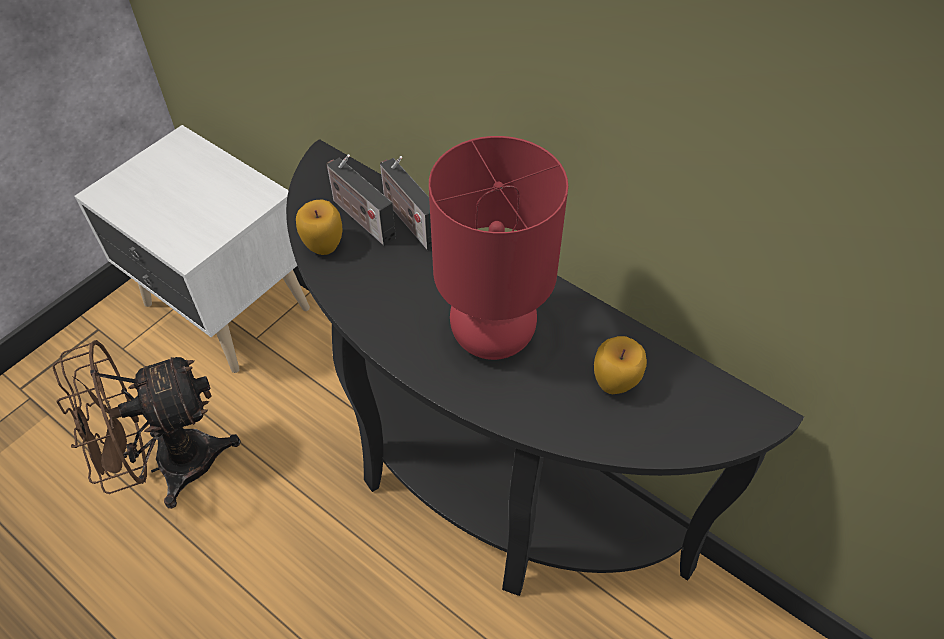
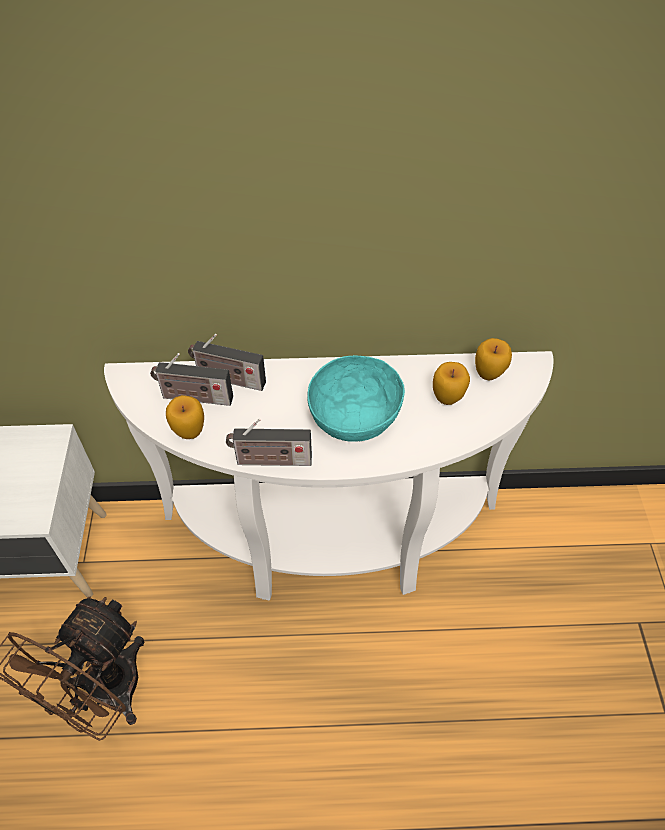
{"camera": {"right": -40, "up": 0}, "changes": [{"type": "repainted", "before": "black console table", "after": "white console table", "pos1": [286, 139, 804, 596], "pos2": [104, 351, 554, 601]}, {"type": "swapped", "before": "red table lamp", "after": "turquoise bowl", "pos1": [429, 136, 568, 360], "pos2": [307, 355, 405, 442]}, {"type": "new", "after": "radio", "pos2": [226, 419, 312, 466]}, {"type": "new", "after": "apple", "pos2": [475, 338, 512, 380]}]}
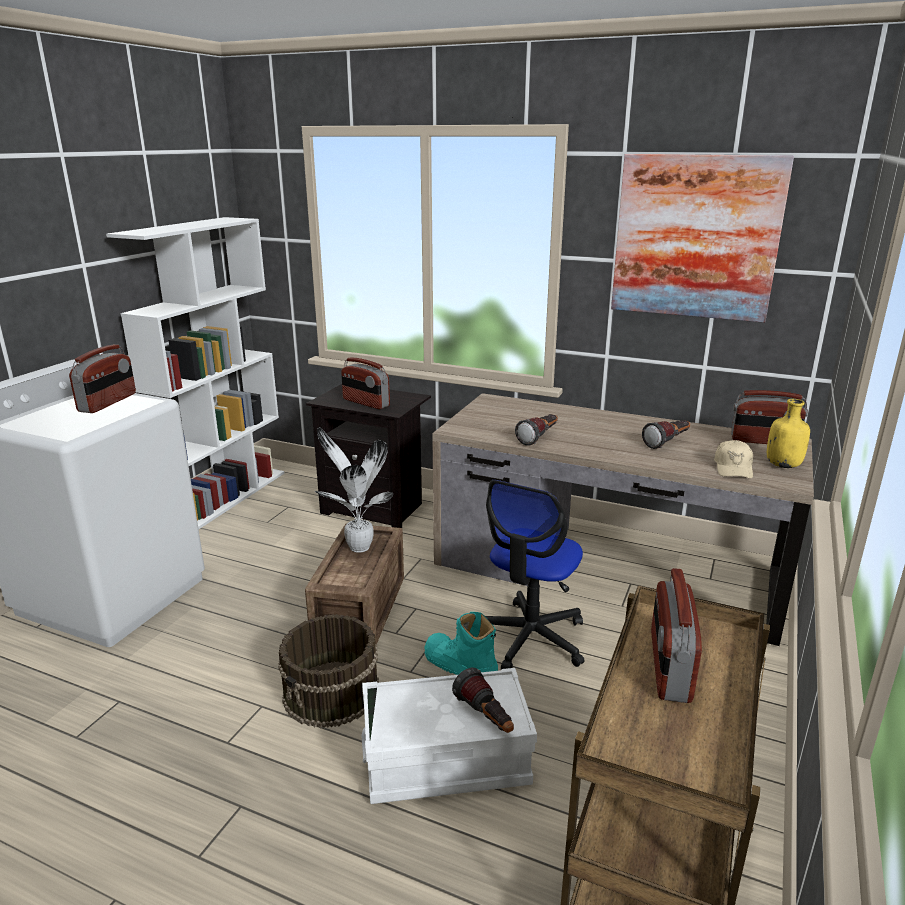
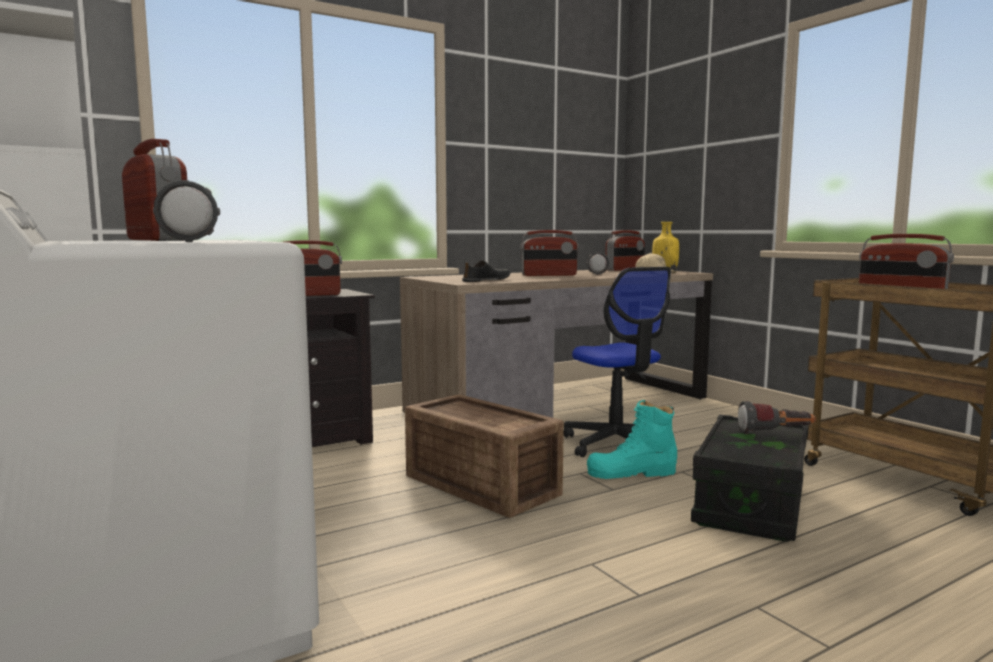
{"camera": {"right": -55, "up": -15}, "changes": [{"type": "gone", "before": "brown bucket", "pos1": [278, 614, 379, 728]}, {"type": "gone", "before": "potted plant", "pos1": [315, 427, 393, 553]}, {"type": "repainted", "before": "white storage box", "after": "black storage box", "pos1": [362, 668, 537, 804], "pos2": [691, 414, 809, 542]}, {"type": "shifted", "before": "flashlight", "pos1": [515, 414, 558, 446], "pos2": [153, 180, 220, 242]}, {"type": "gone", "before": "picture", "pos1": [611, 154, 794, 323]}, {"type": "new", "after": "black shoe", "pos2": [462, 261, 511, 282]}, {"type": "new", "after": "radio", "pos2": [520, 230, 578, 276]}]}
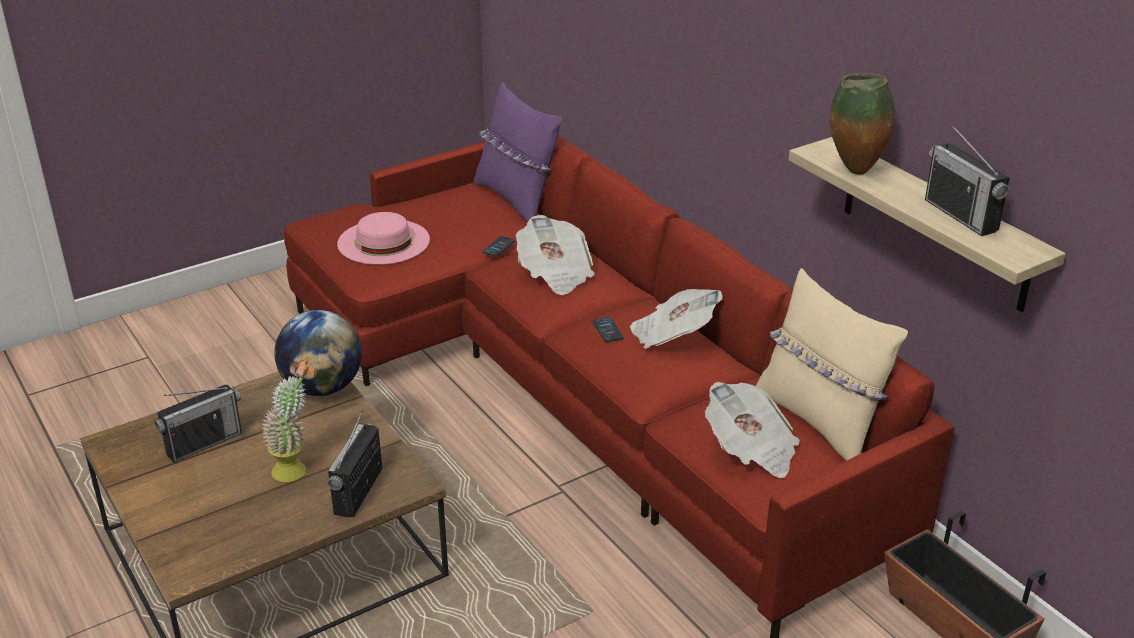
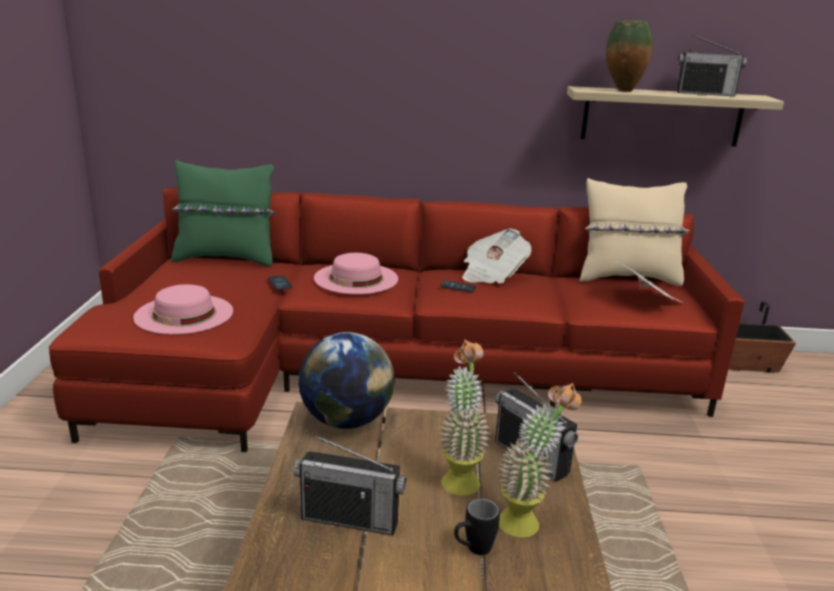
{"camera": {"right": -55, "up": -10}, "changes": [{"type": "rotated", "before": "radio", "pos1": [154, 385, 242, 463], "pos2": [294, 434, 406, 536], "turn": 105}, {"type": "repainted", "before": "purple pillow", "after": "green pillow", "pos1": [473, 82, 562, 223], "pos2": [171, 160, 275, 267]}, {"type": "swapped", "before": "newspaper", "after": "pink hat", "pos1": [516, 215, 595, 295], "pos2": [314, 253, 398, 294]}, {"type": "new", "after": "black mug", "pos2": [454, 499, 500, 555]}, {"type": "new", "after": "potted plant", "pos2": [498, 383, 582, 538]}]}
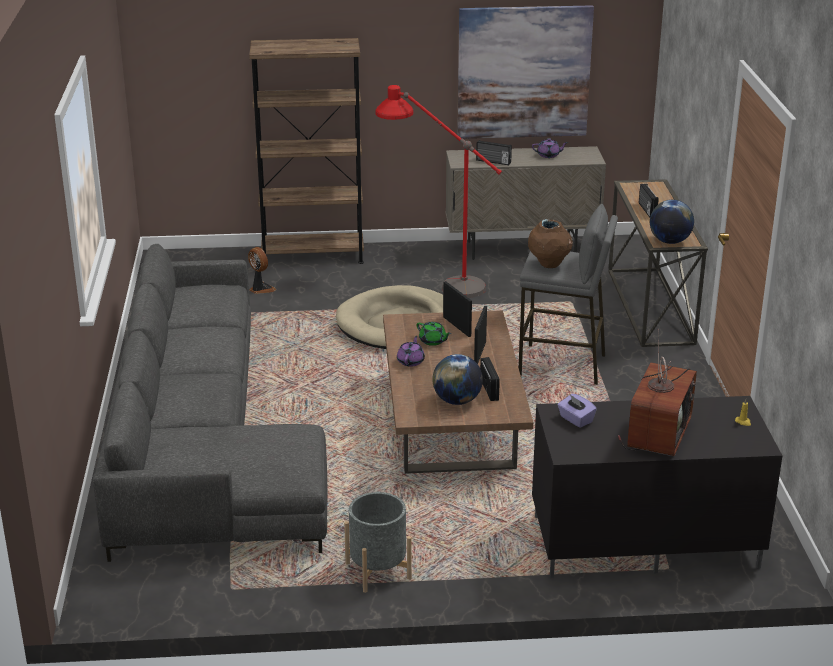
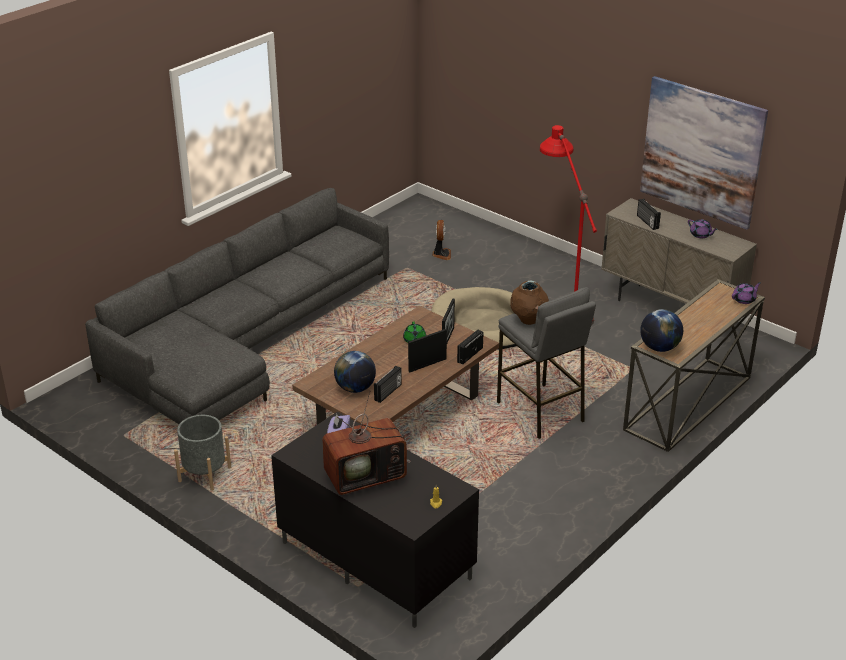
{"camera": {"right": 45, "up": 5}, "changes": [{"type": "gone", "before": "brown bookcase", "pos1": [249, 38, 364, 264]}, {"type": "shifted", "before": "purple teapot", "pos1": [397, 336, 425, 367], "pos2": [732, 282, 761, 304]}, {"type": "shifted", "before": "radio", "pos1": [639, 184, 659, 217], "pos2": [457, 330, 483, 364]}]}
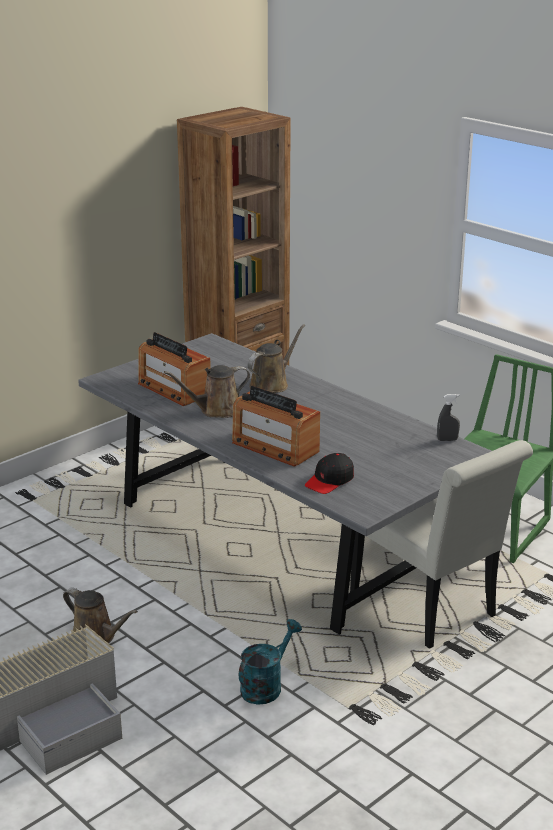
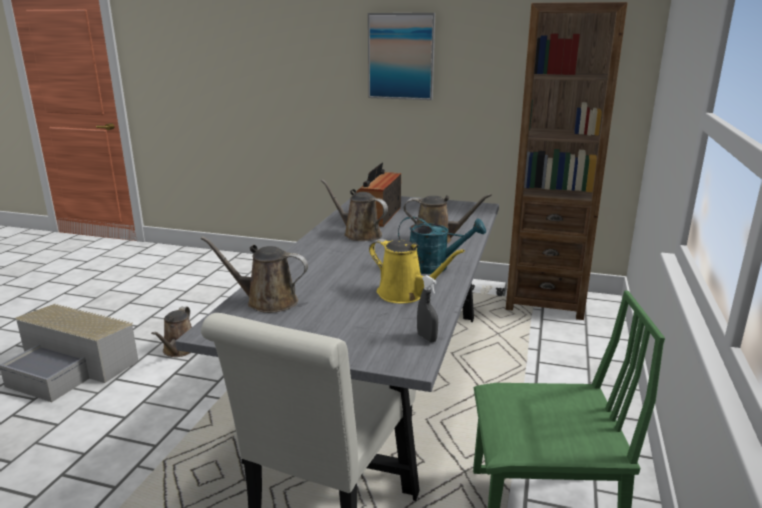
{"camera": {"right": 60, "up": -5}, "changes": [{"type": "gone", "before": "radio", "pos1": [232, 386, 320, 467]}, {"type": "shifted", "before": "turquoise watering can", "pos1": [239, 619, 302, 705], "pos2": [398, 216, 486, 274]}, {"type": "swapped", "before": "black cap", "after": "brown watering can", "pos1": [305, 453, 354, 494], "pos2": [200, 236, 308, 313]}, {"type": "new", "after": "picture", "pos2": [368, 13, 435, 100]}, {"type": "new", "after": "yellow watering can", "pos2": [369, 239, 465, 304]}]}
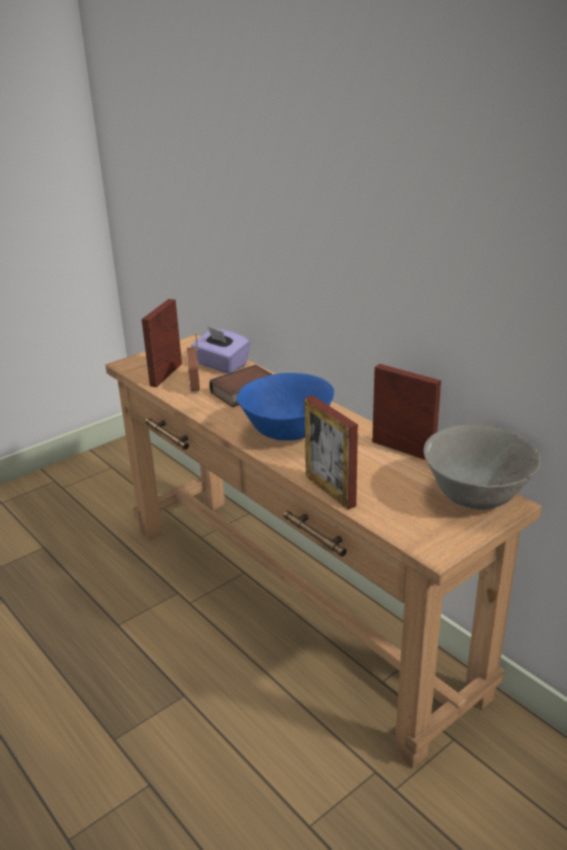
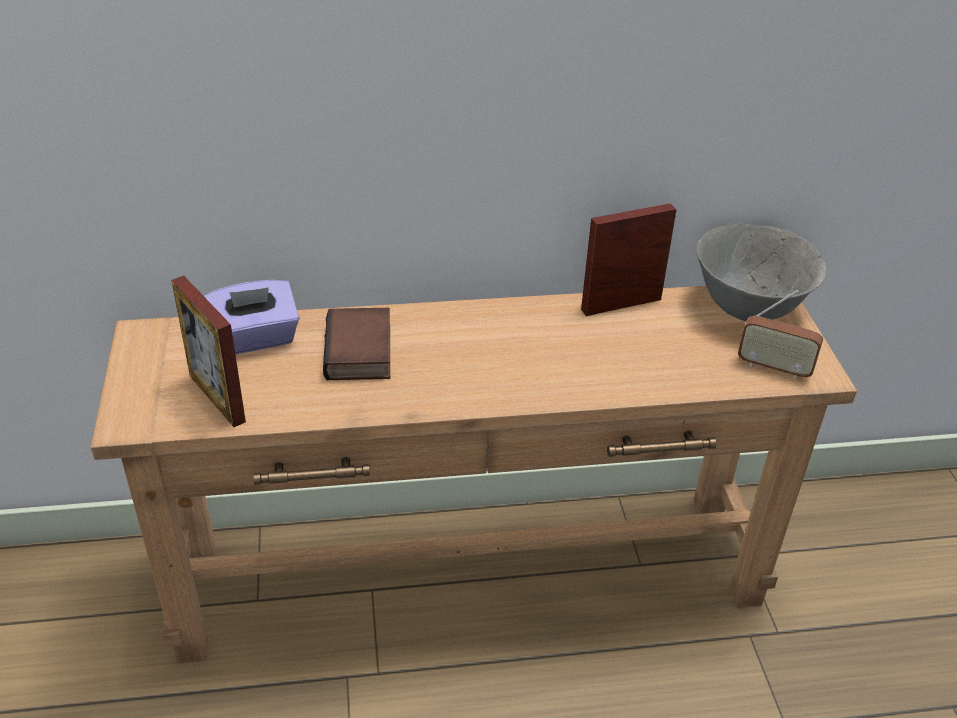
{"camera": {"right": -60, "up": 10}, "changes": [{"type": "shifted", "before": "radio", "pos1": [187, 332, 200, 392], "pos2": [738, 290, 823, 380]}, {"type": "gone", "before": "blue bowl", "pos1": [236, 373, 334, 441]}, {"type": "gone", "before": "picture frame", "pos1": [304, 395, 358, 510]}]}
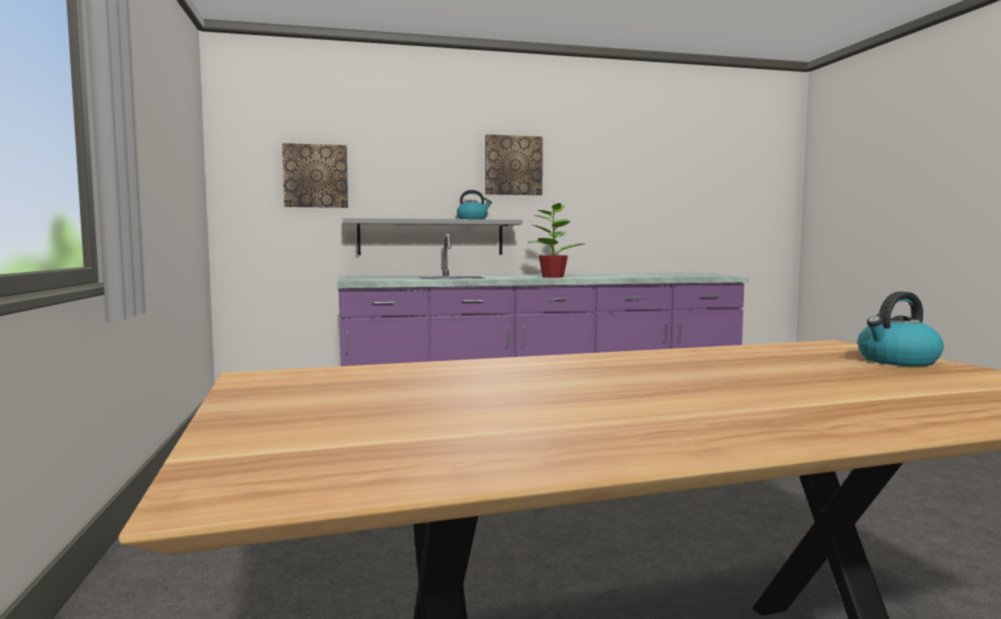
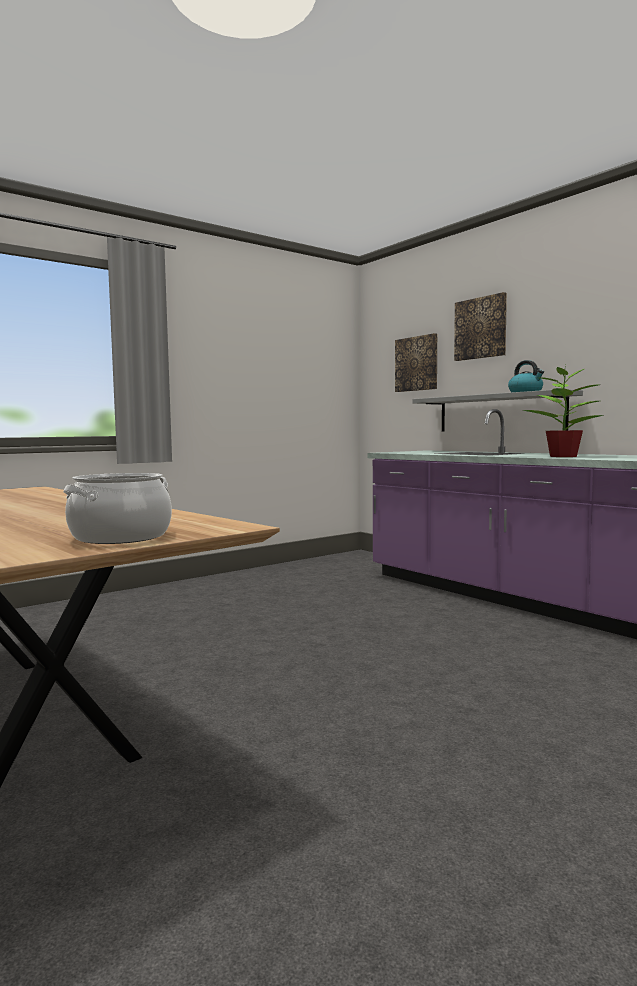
{"camera": {"right": 65, "up": 0}, "changes": [{"type": "shifted", "before": "picture", "pos1": [485, 135, 543, 195], "pos2": [454, 292, 507, 361]}, {"type": "swapped", "before": "kettle", "after": "cooking pot", "pos1": [858, 291, 944, 366], "pos2": [63, 473, 172, 544]}]}
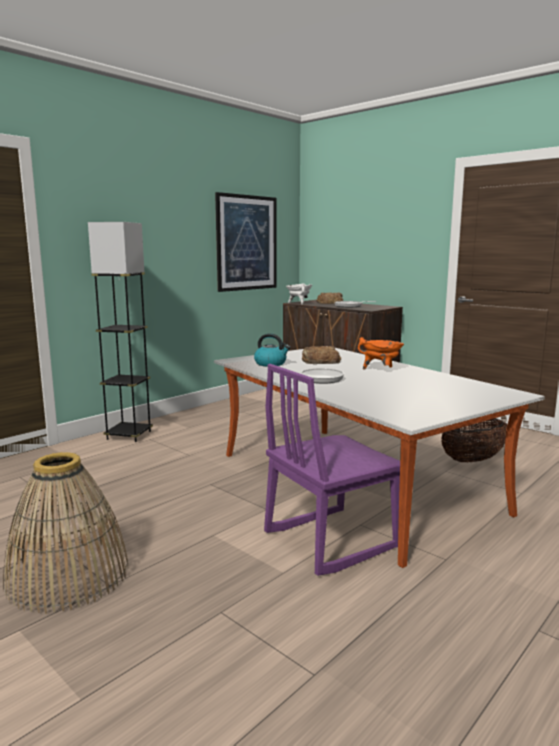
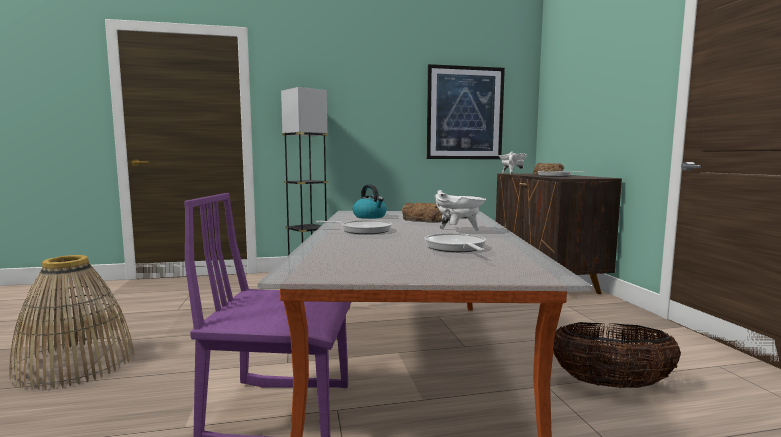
{"camera": {"right": 35, "up": -5}, "changes": [{"type": "repainted", "before": "orange cooking pot", "after": "white cooking pot", "pos1": [358, 337, 404, 369], "pos2": [434, 190, 486, 231]}, {"type": "new", "after": "frying pan", "pos2": [425, 233, 486, 252]}]}
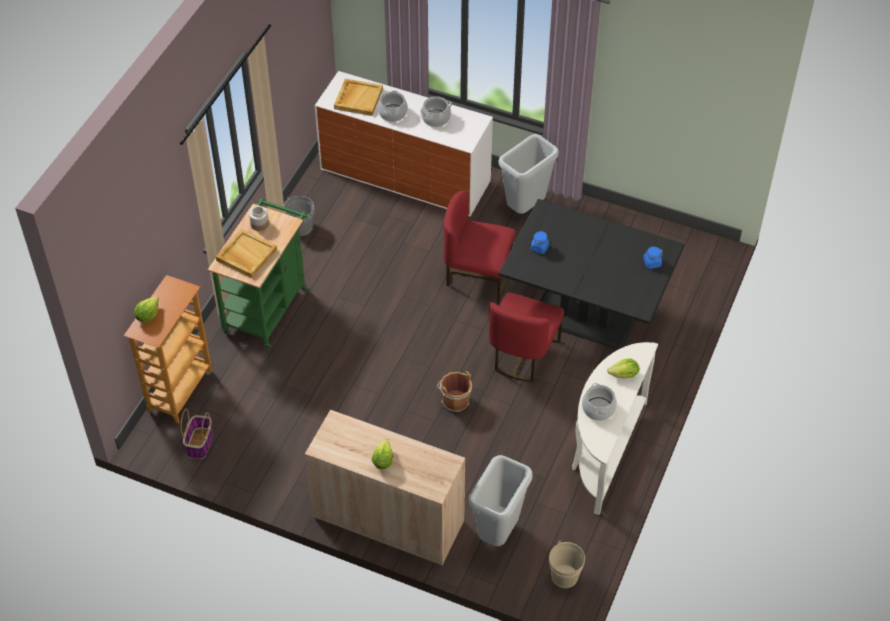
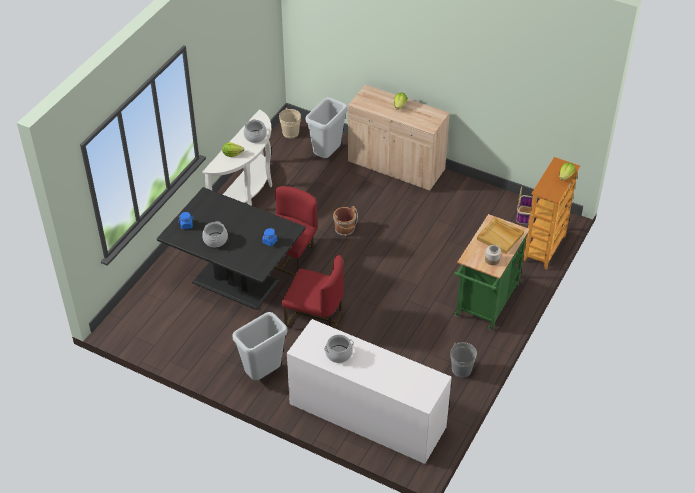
{"camera": {"right": -175, "up": -5}, "changes": [{"type": "gone", "before": "beige tray", "pos1": [334, 79, 383, 116]}, {"type": "shifted", "before": "cooking pot", "pos1": [378, 90, 408, 122], "pos2": [202, 221, 228, 247]}]}
